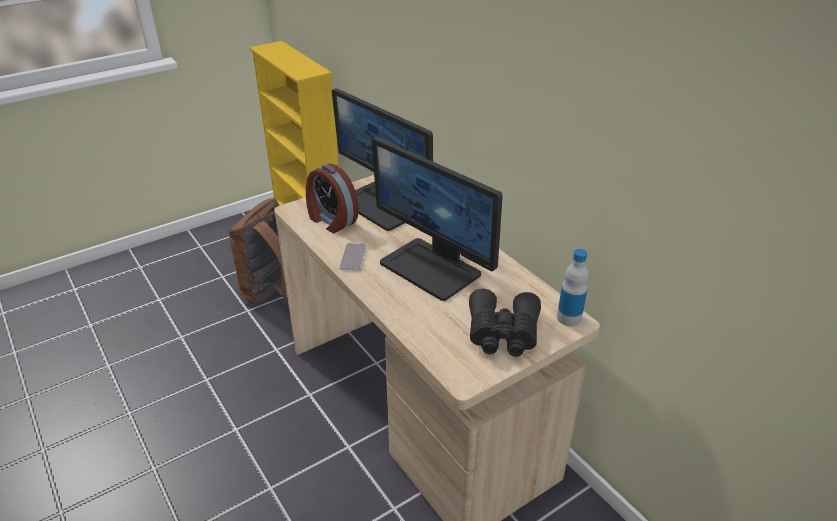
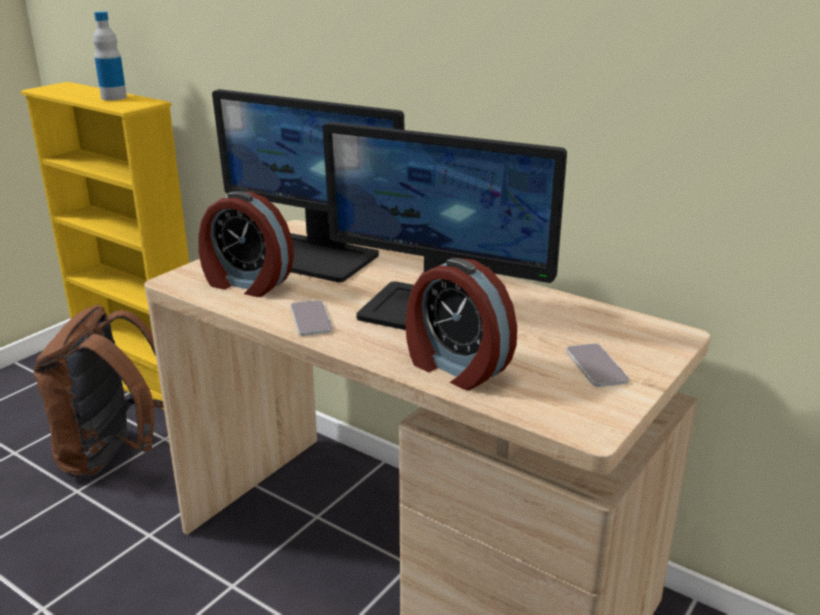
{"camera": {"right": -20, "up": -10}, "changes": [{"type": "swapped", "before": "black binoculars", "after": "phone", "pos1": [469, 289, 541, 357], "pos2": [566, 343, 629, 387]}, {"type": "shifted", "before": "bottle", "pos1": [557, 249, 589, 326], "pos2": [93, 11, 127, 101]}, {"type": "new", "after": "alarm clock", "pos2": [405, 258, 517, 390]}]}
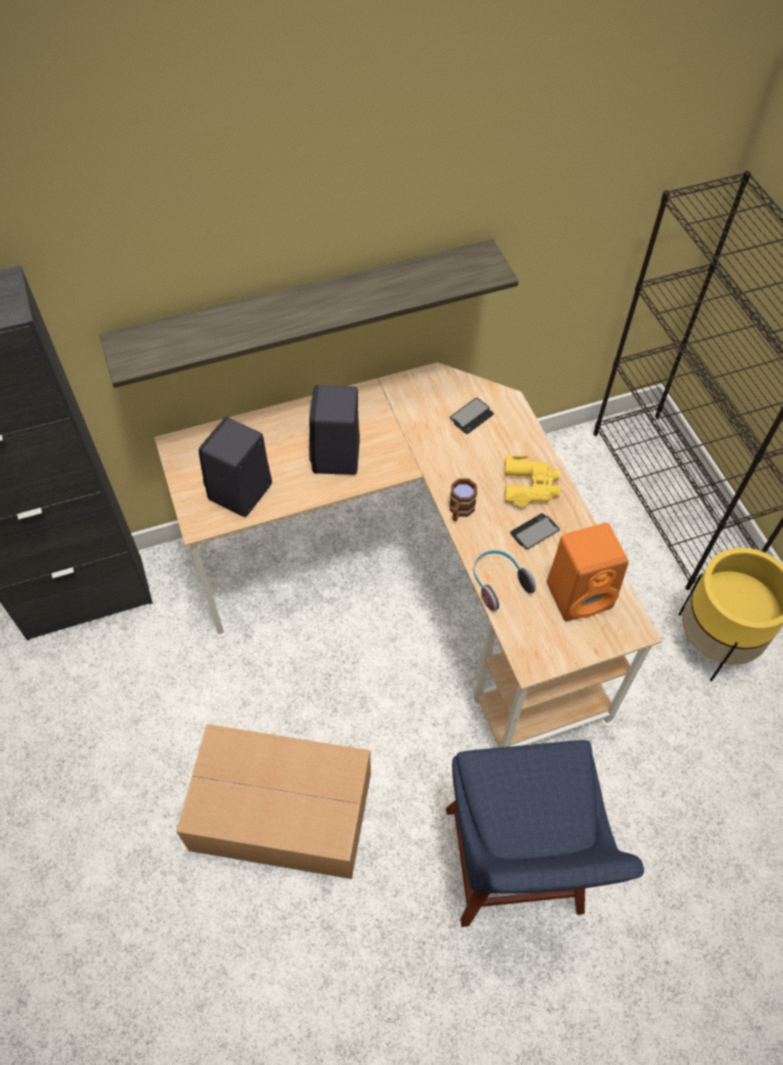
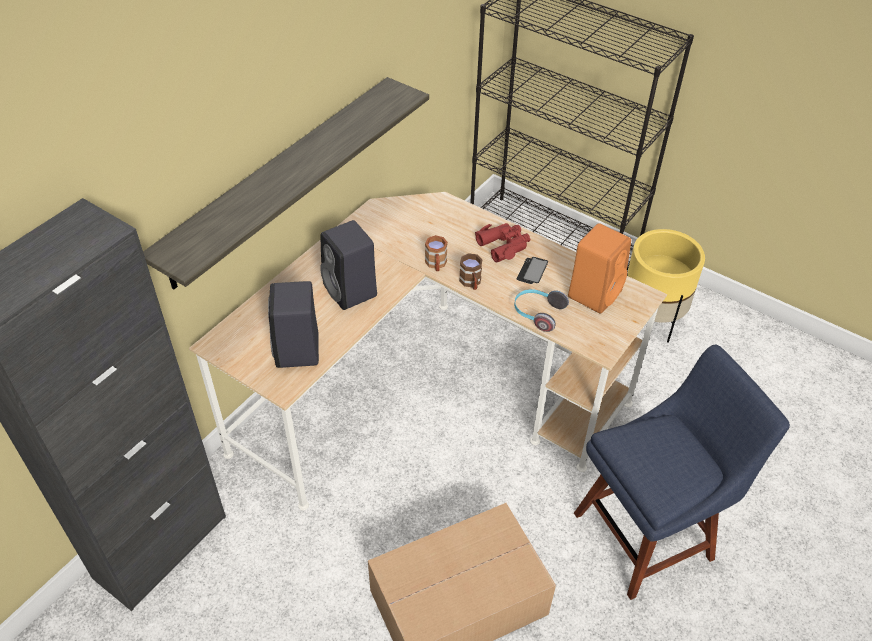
{"camera": {"right": -35, "up": -10}, "changes": [{"type": "rotated", "before": "blue chair", "pos1": [446, 740, 644, 927], "pos2": [574, 345, 790, 600], "turn": -75}, {"type": "gone", "before": "phone", "pos1": [450, 398, 494, 434]}, {"type": "repainted", "before": "yellow binoculars", "after": "red binoculars", "pos1": [504, 455, 560, 507], "pos2": [475, 223, 530, 263]}, {"type": "new", "after": "brown mug", "pos2": [425, 235, 448, 271]}]}
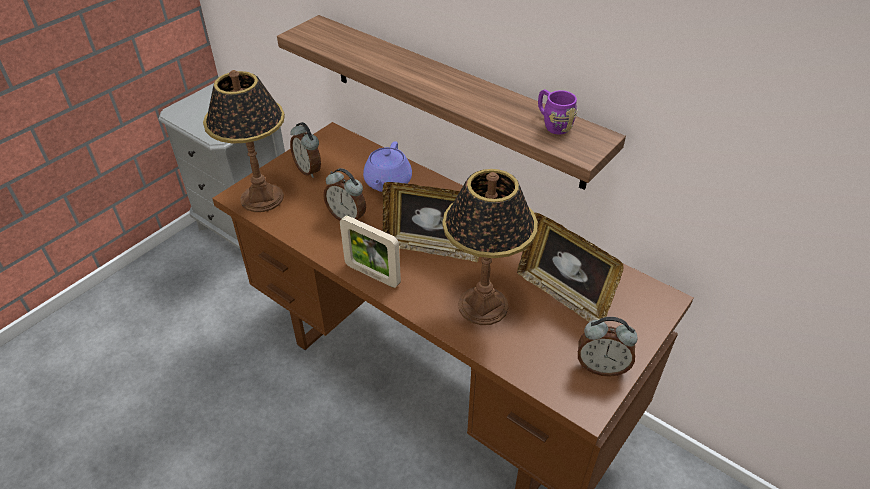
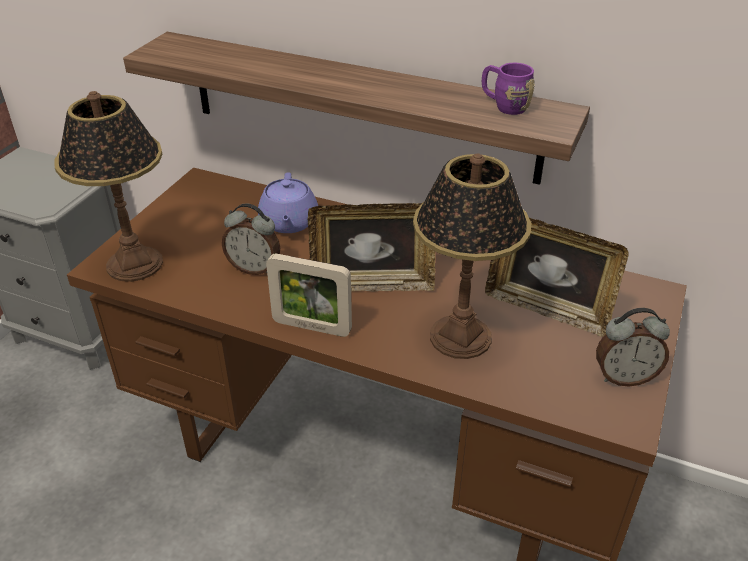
{"camera": {"right": -15, "up": -5}, "changes": [{"type": "gone", "before": "alarm clock", "pos1": [290, 122, 321, 178]}]}
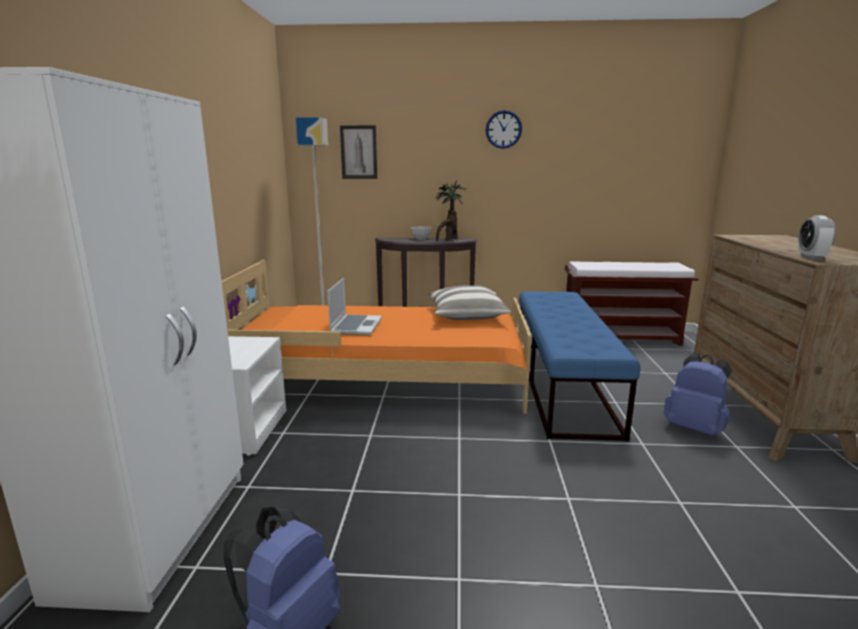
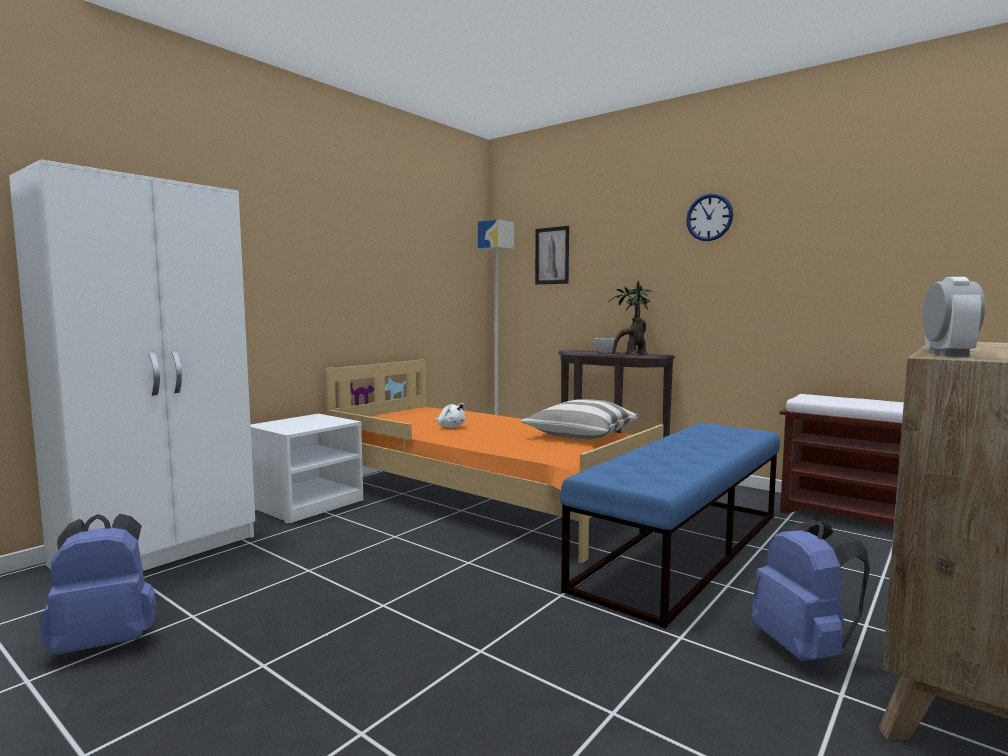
{"camera": {"right": 35, "up": -10}, "changes": [{"type": "swapped", "before": "laptop", "after": "white plush toy", "pos1": [327, 278, 382, 335], "pos2": [434, 403, 466, 428]}, {"type": "rotated", "before": "alarm clock", "pos1": [798, 215, 836, 260], "pos2": [922, 277, 985, 357], "turn": 150}]}
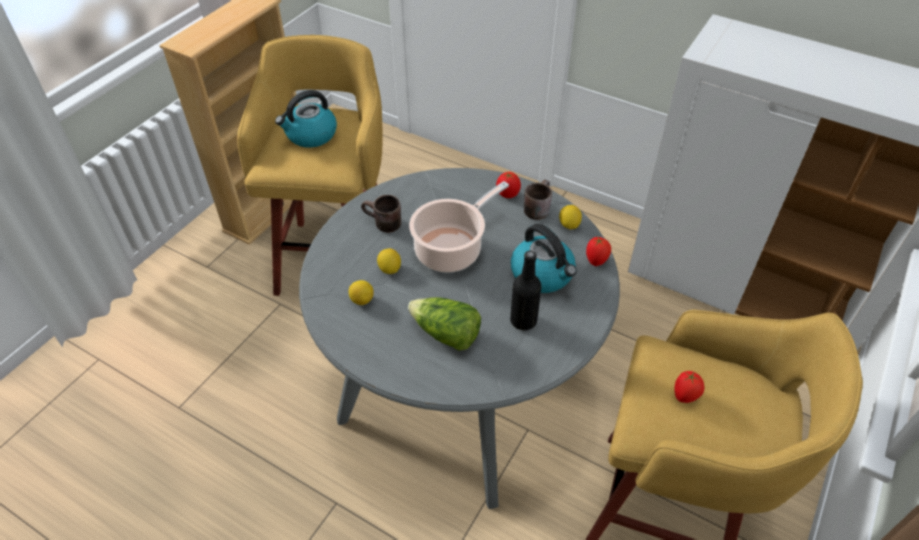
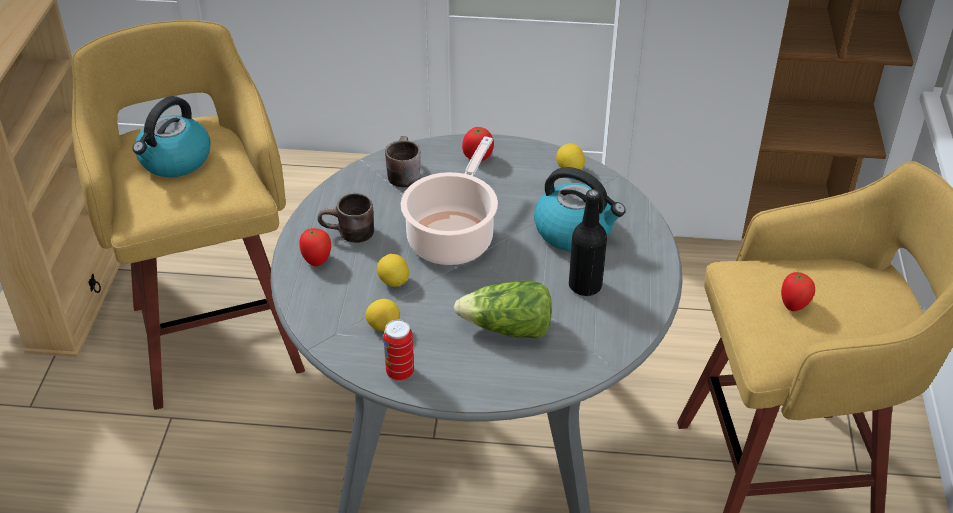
{"camera": {"right": -25, "up": -5}, "changes": [{"type": "shifted", "before": "brown mug", "pos1": [524, 180, 552, 220], "pos2": [385, 136, 420, 187]}, {"type": "shifted", "before": "tomato", "pos1": [586, 237, 611, 266], "pos2": [299, 227, 331, 266]}, {"type": "new", "after": "can", "pos2": [383, 319, 414, 381]}]}
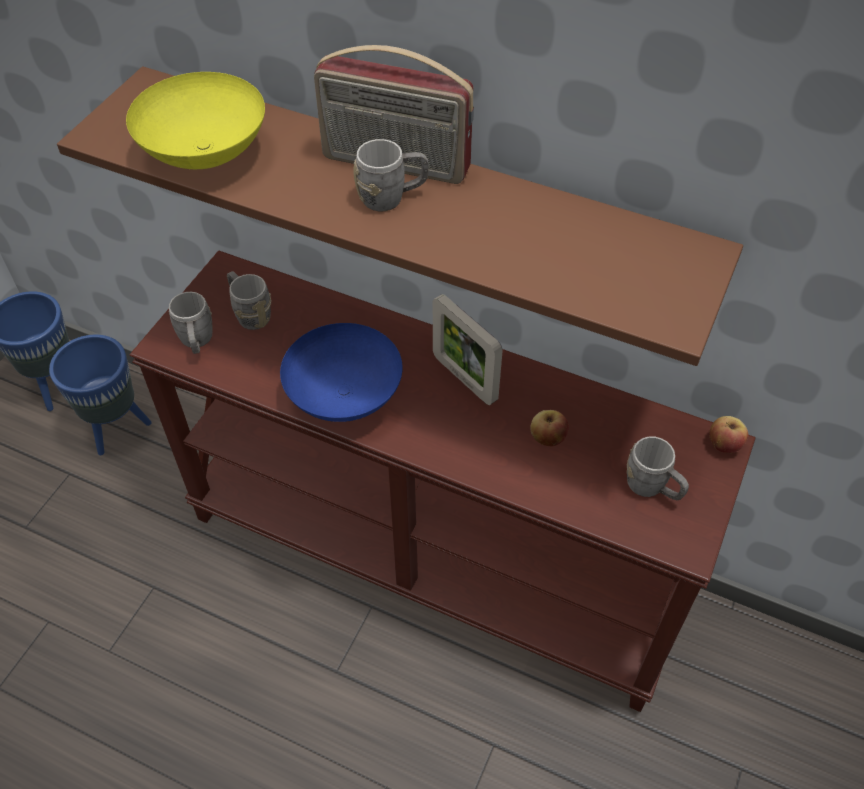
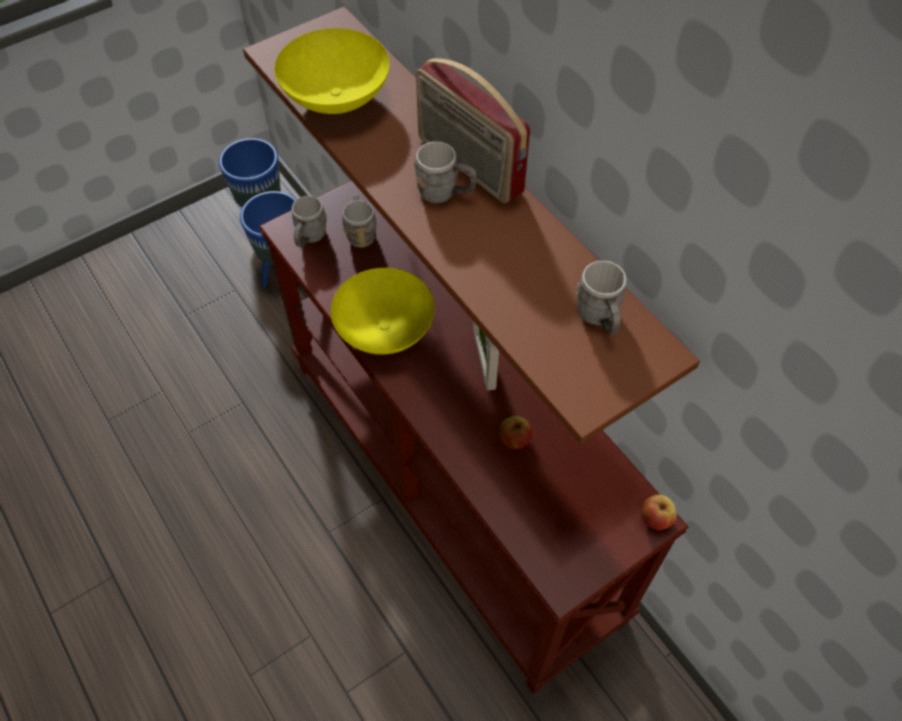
{"camera": {"right": 30, "up": 5}, "changes": [{"type": "repainted", "before": "blue bowl", "after": "yellow bowl", "pos1": [280, 323, 403, 422], "pos2": [331, 268, 435, 355]}, {"type": "shifted", "before": "grey mug", "pos1": [627, 436, 689, 500], "pos2": [576, 261, 626, 335]}]}
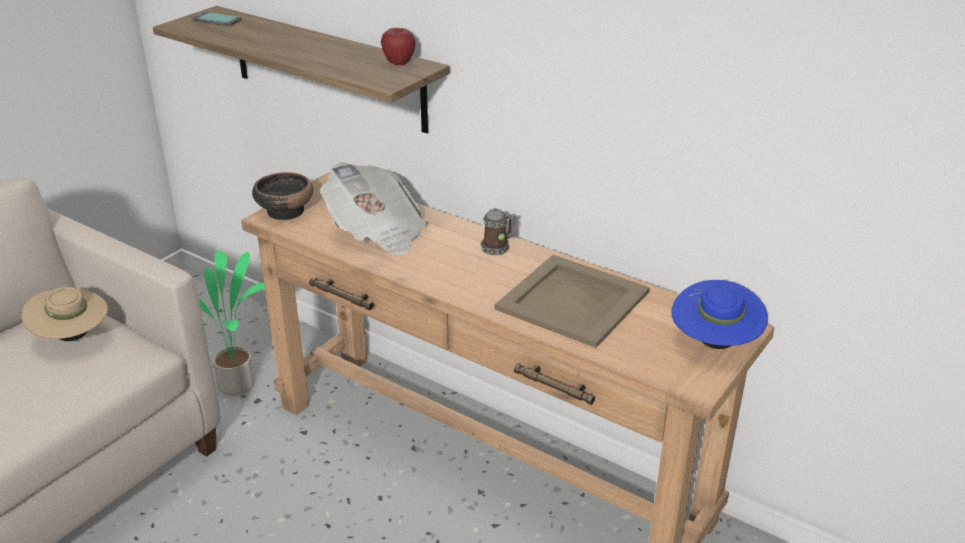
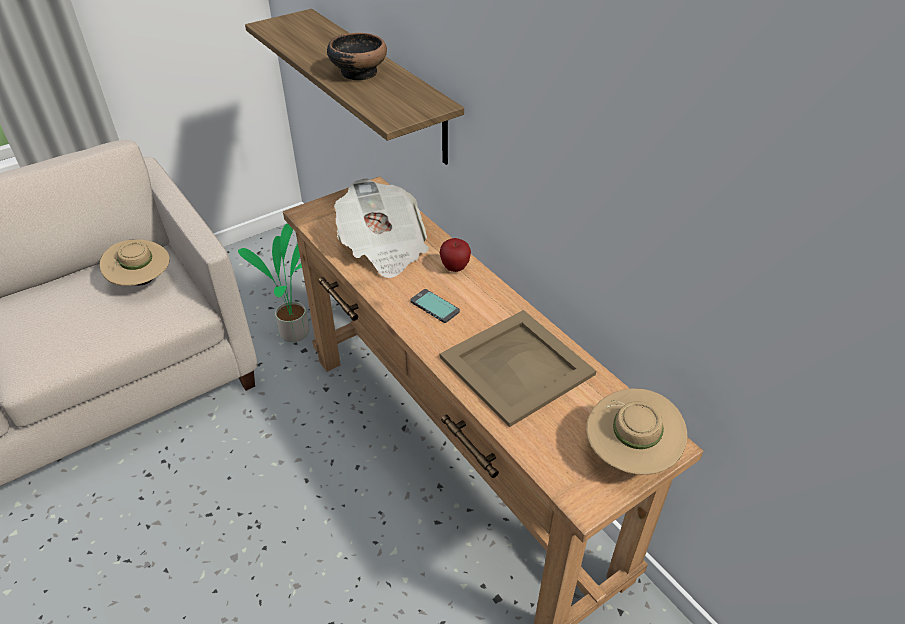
{"camera": {"right": 20, "up": 10}, "changes": [{"type": "shifted", "before": "phone", "pos1": [192, 12, 242, 26], "pos2": [410, 289, 460, 323]}, {"type": "shifted", "before": "bowl", "pos1": [252, 172, 313, 220], "pos2": [327, 33, 387, 81]}, {"type": "shifted", "before": "apple", "pos1": [381, 28, 416, 65], "pos2": [440, 238, 471, 272]}, {"type": "gone", "before": "mug", "pos1": [480, 208, 516, 255]}, {"type": "repainted", "before": "blue hat", "after": "beige hat", "pos1": [671, 280, 768, 349], "pos2": [586, 388, 687, 475]}]}
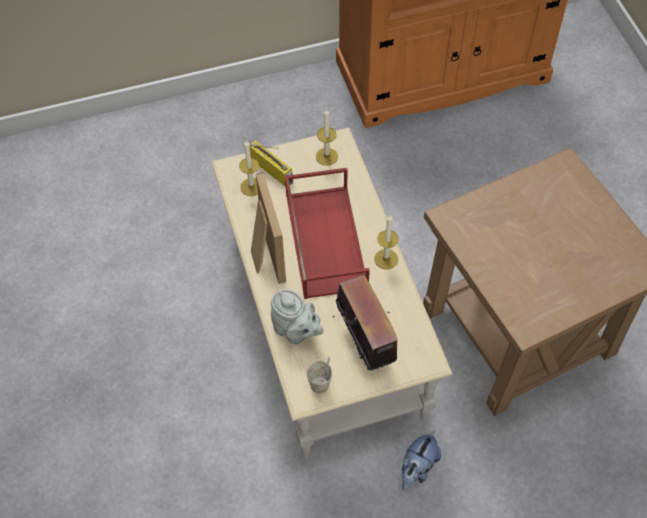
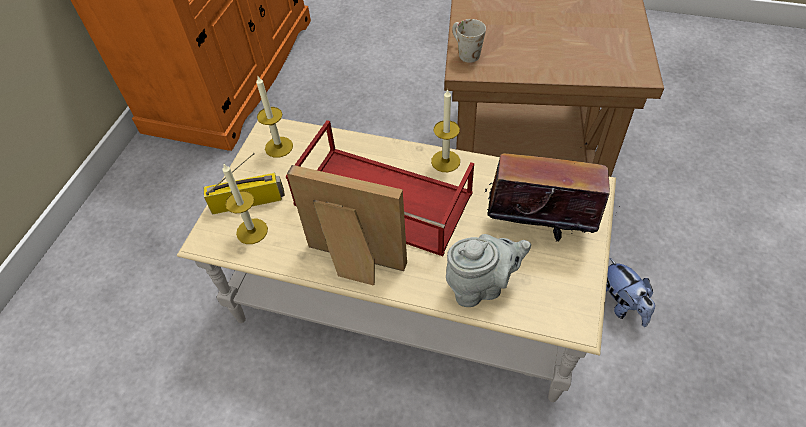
{"camera": {"right": -55, "up": -5}, "changes": [{"type": "shifted", "before": "white mug", "pos1": [307, 356, 332, 394], "pos2": [452, 19, 486, 63]}]}
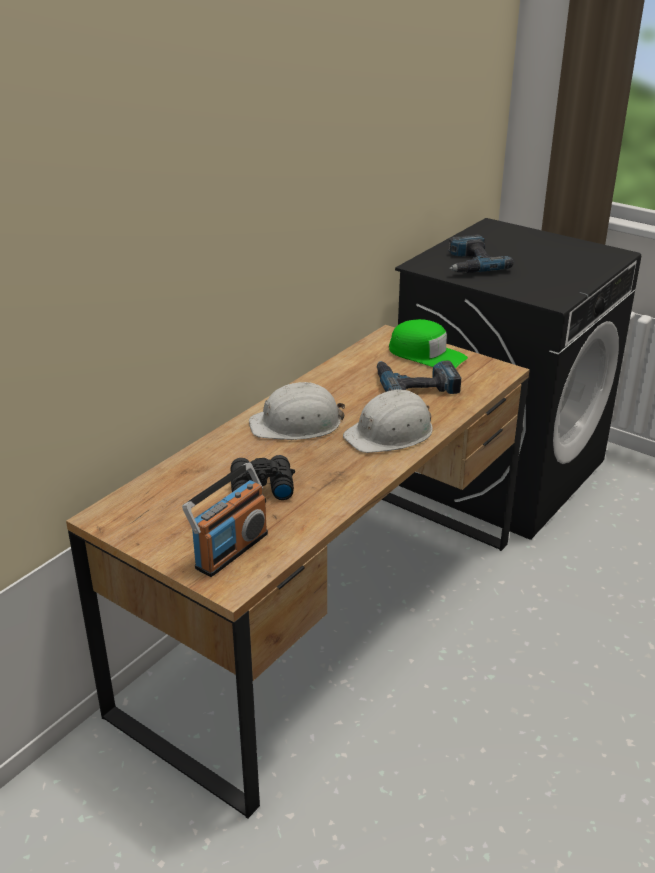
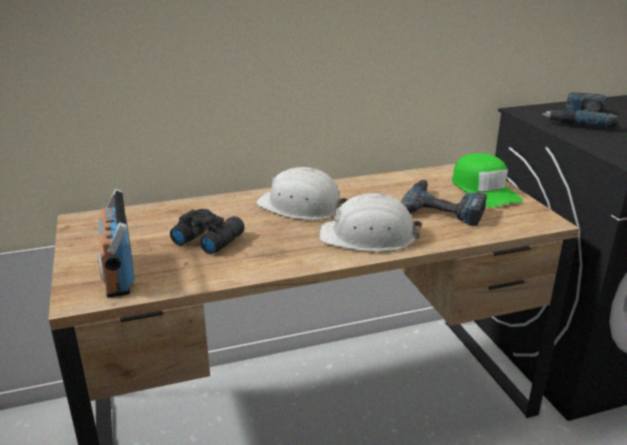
{"camera": {"right": 35, "up": -5}, "changes": [{"type": "rotated", "before": "radio", "pos1": [182, 462, 268, 577], "pos2": [98, 189, 135, 298], "turn": 90}]}
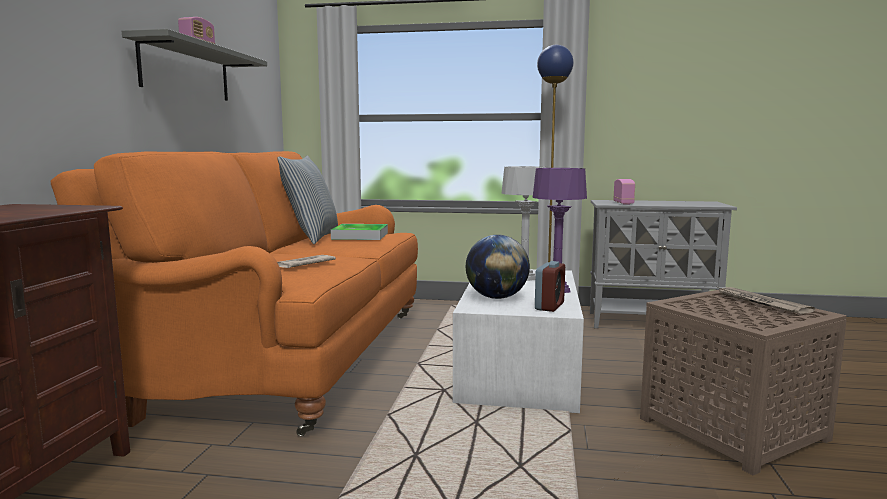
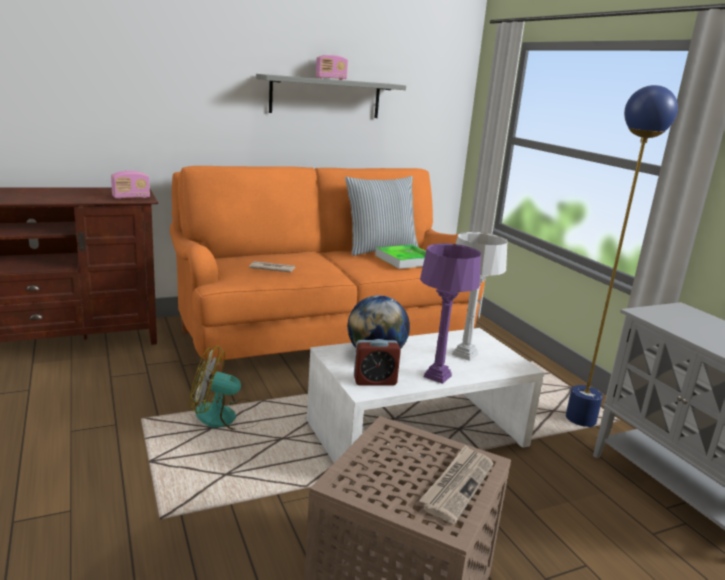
{"camera": {"right": 55, "up": 10}, "changes": [{"type": "shifted", "before": "radio", "pos1": [613, 179, 635, 205], "pos2": [111, 171, 150, 199]}, {"type": "new", "after": "fan", "pos2": [189, 346, 253, 430]}]}
